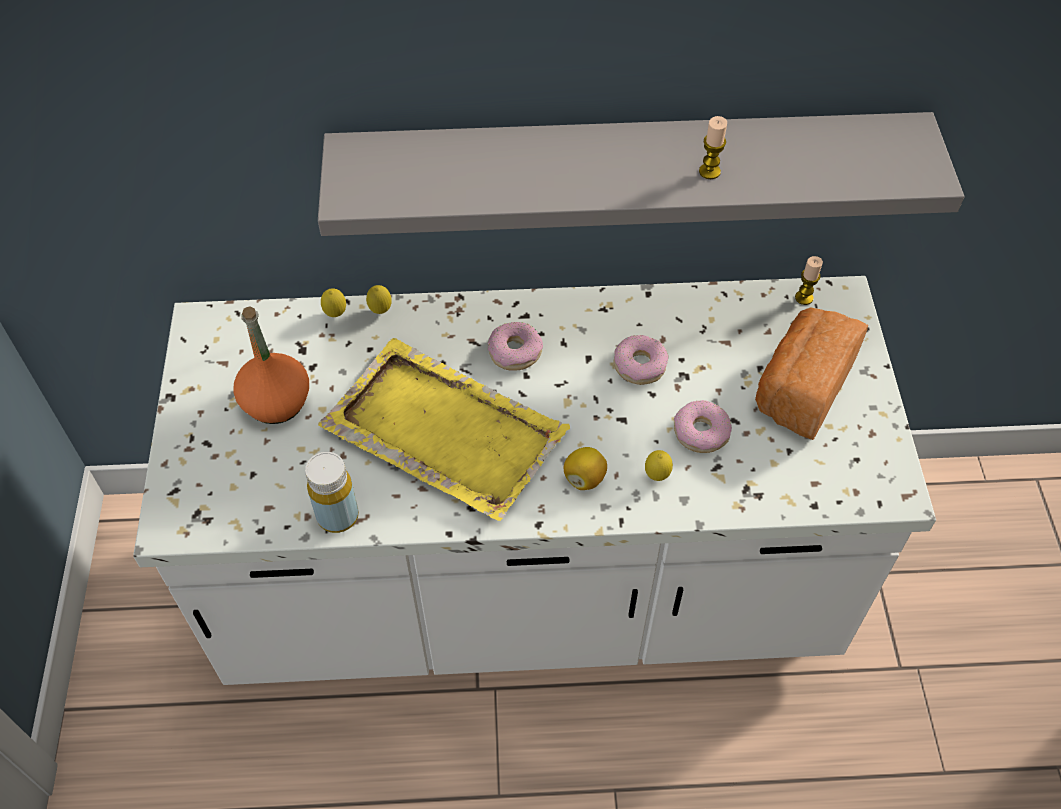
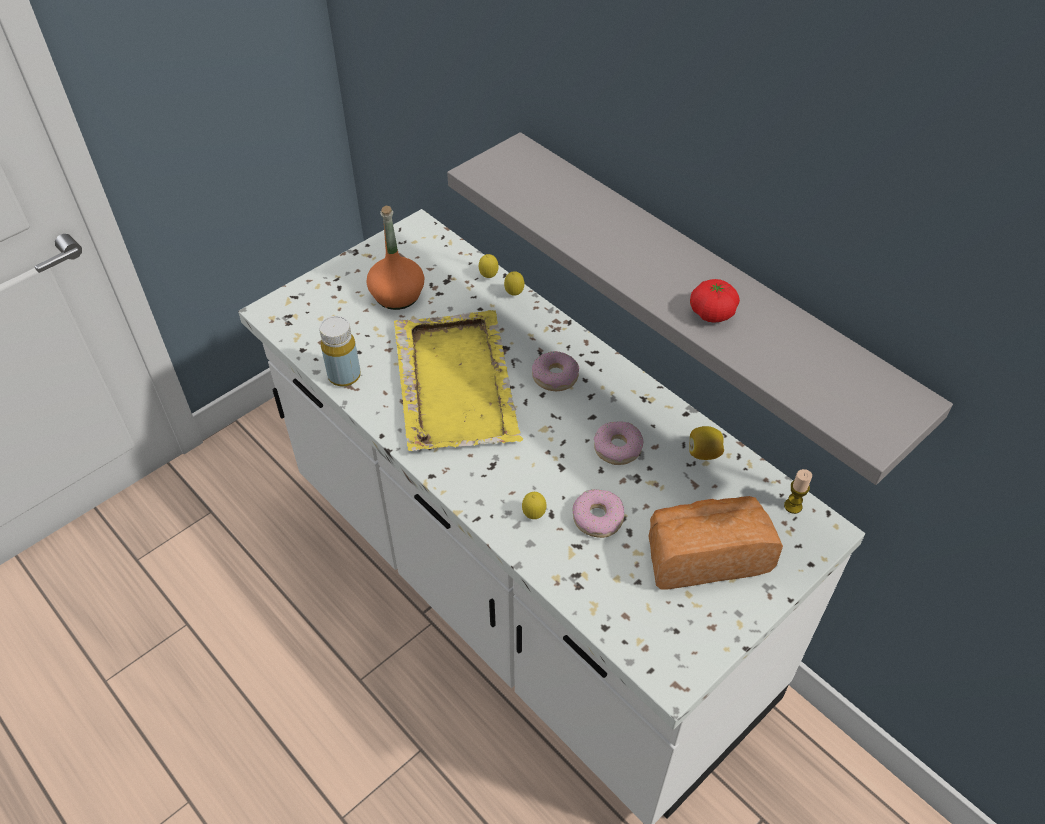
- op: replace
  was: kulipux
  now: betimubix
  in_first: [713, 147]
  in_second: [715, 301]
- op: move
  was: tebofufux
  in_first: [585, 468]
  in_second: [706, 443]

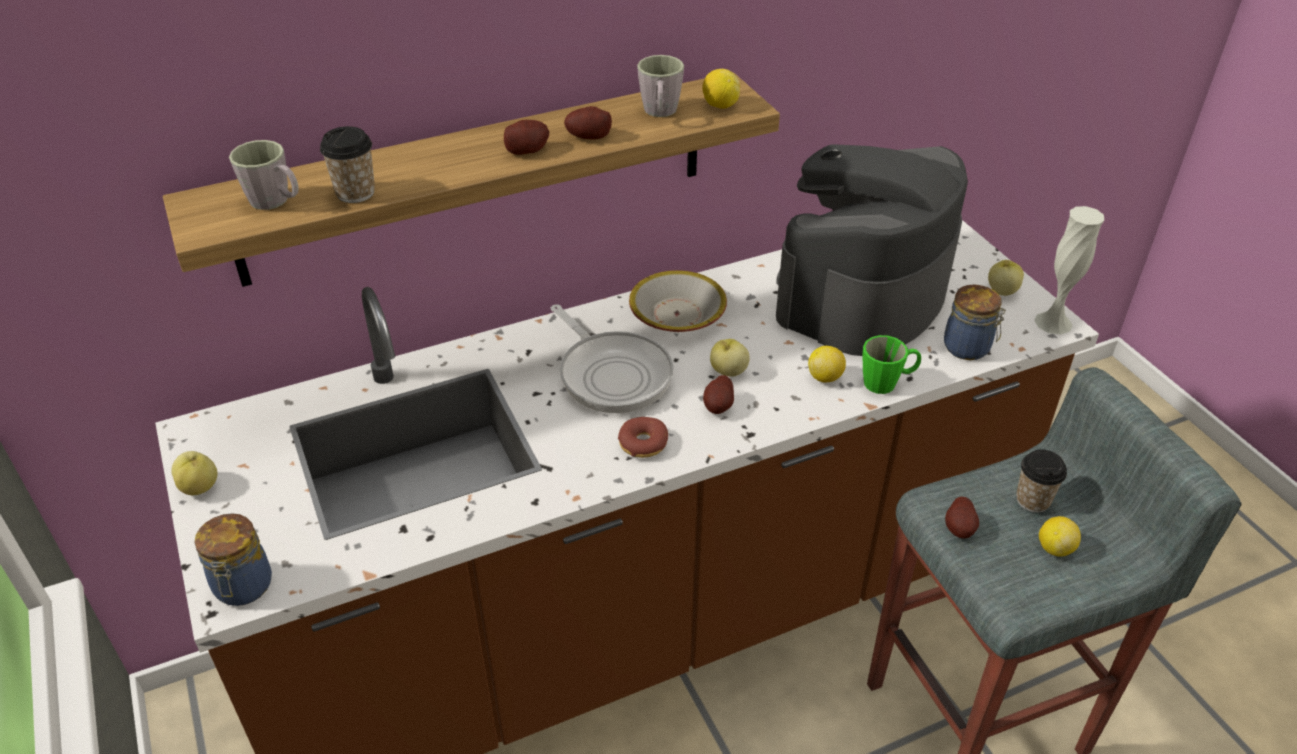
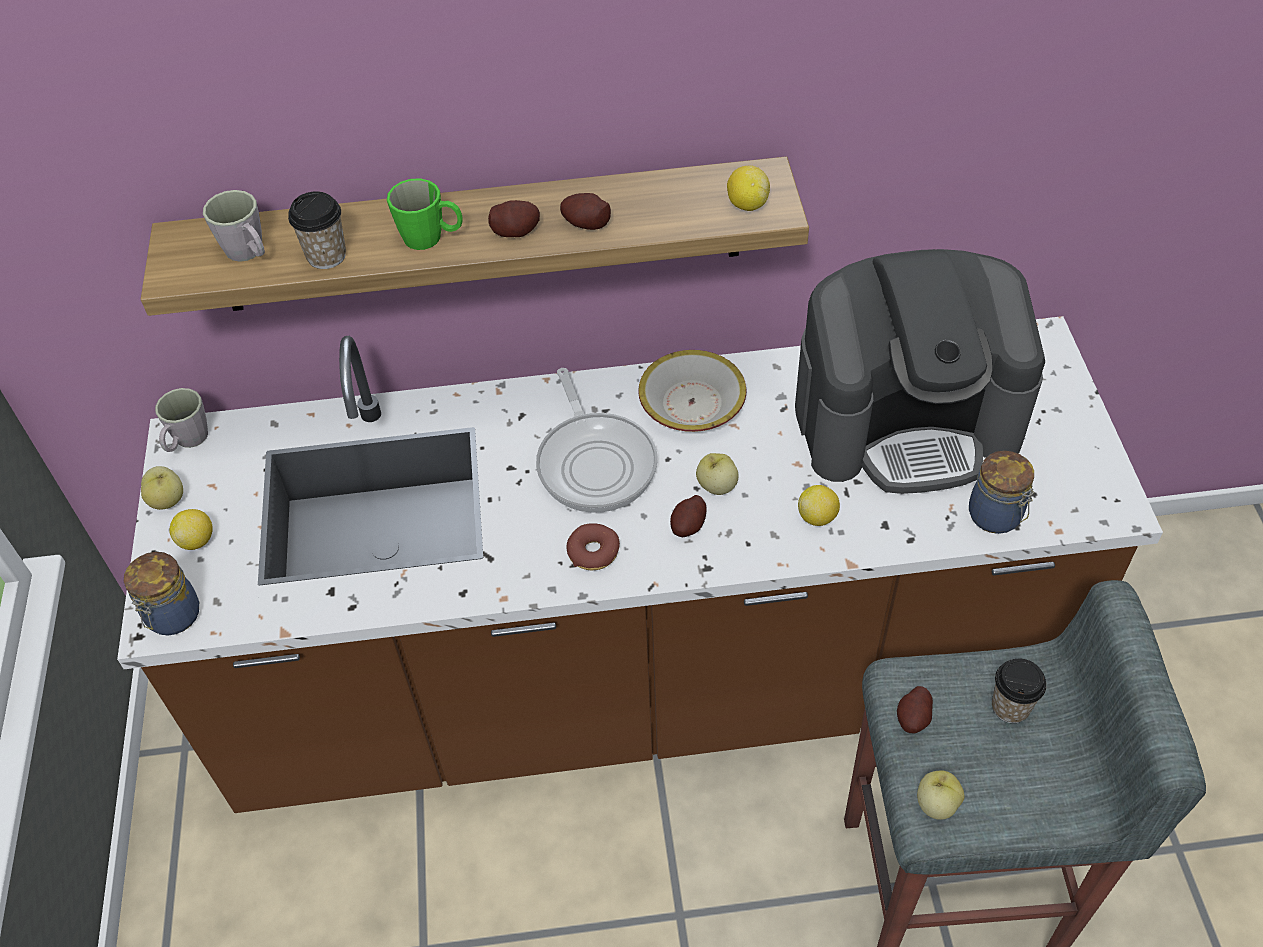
- op: move
  was: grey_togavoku
  in_first: [660, 86]
  in_second: [181, 420]
- op: rotate
  was: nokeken
  in_first: [872, 250]
  in_second: [920, 371]
  clockwise: -150
- op: delete
  was: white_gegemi
  in_first: [1069, 270]
- op: move
  was: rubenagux
  in_first: [1006, 278]
  in_second: [940, 795]
- op: move
  was: green_togavoku
  in_first: [892, 364]
  in_second: [425, 214]
- op: move
  was: tebofufux
  in_first: [1060, 536]
  in_second: [191, 529]

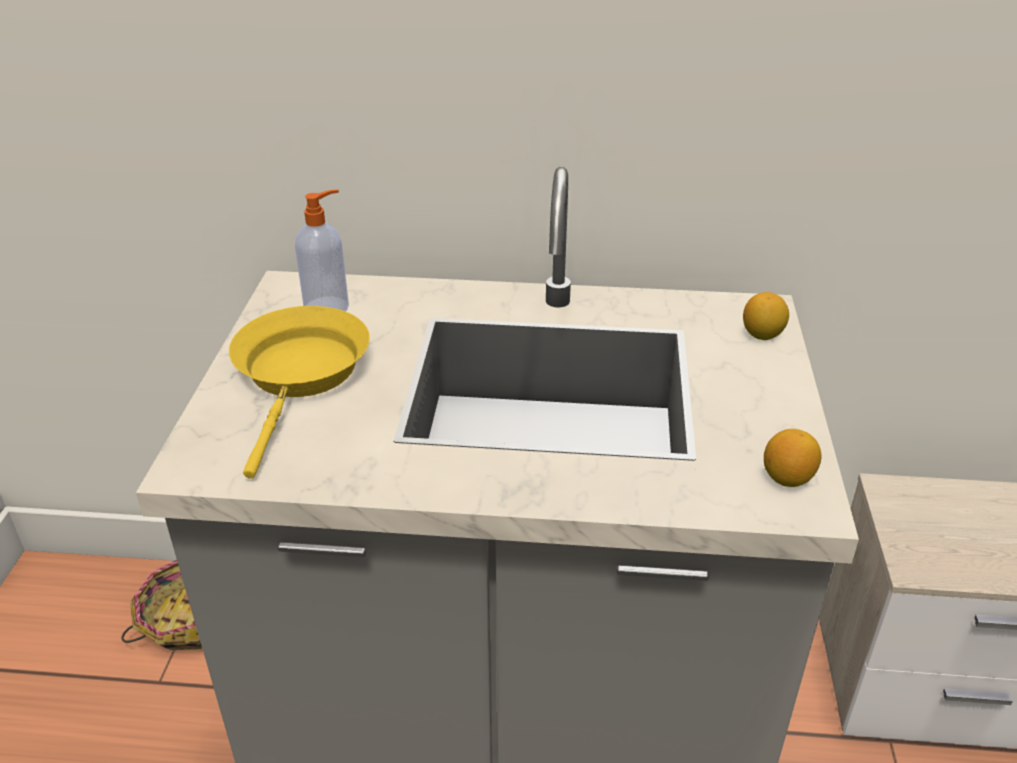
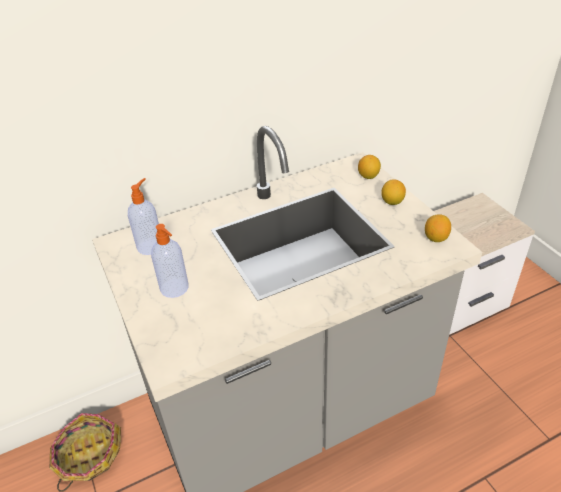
- op: replace
  was: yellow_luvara
  now: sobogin
  in_first: [299, 392]
  in_second: [170, 261]
- op: insert
  now: tebofufux
  in_second: [393, 192]

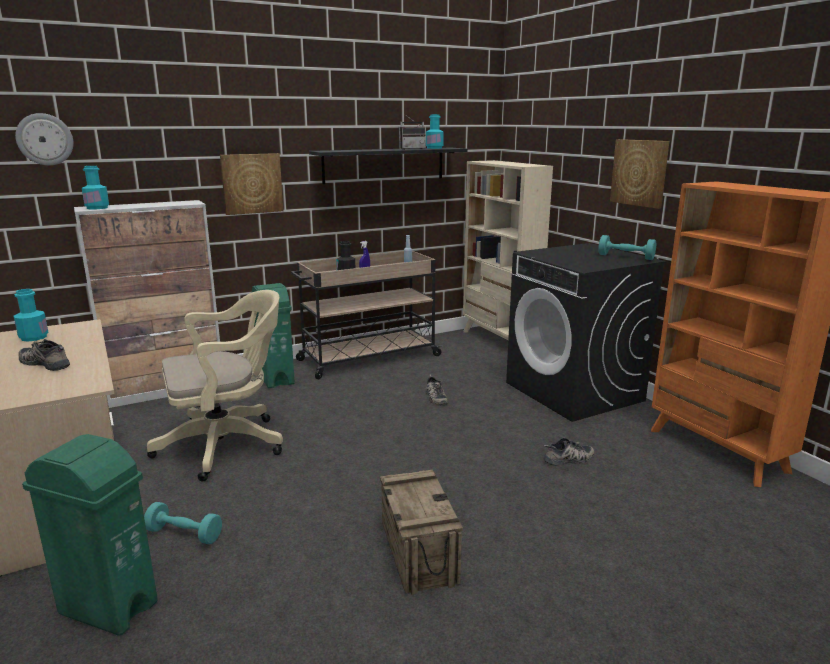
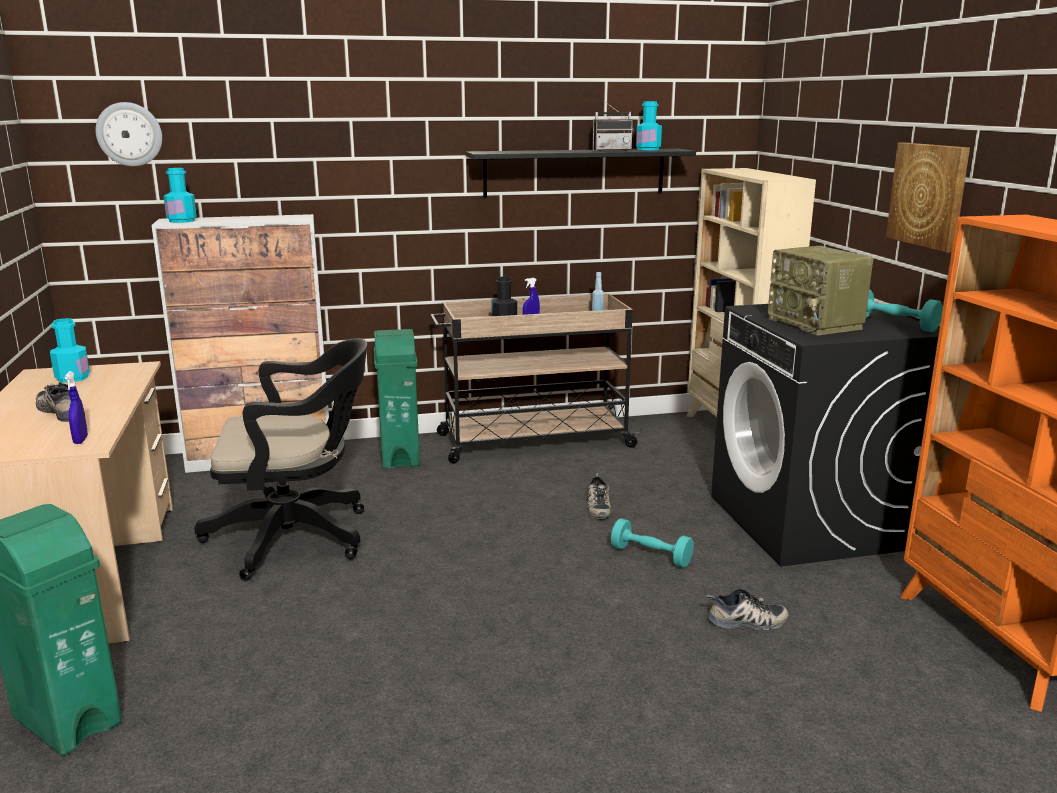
- op: delete
  was: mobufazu
  in_first: [251, 184]
- op: recolor
  was: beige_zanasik
  now: black_zanasik
  in_first: [215, 385]
  in_second: [281, 459]
- op: delete
  was: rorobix
  in_first: [421, 532]
- op: move
  was: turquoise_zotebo
  in_first: [183, 523]
  in_second: [652, 543]
- op: insert
  now: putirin
  in_second: [821, 291]
- op: insert
  now: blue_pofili
  in_second: [76, 407]

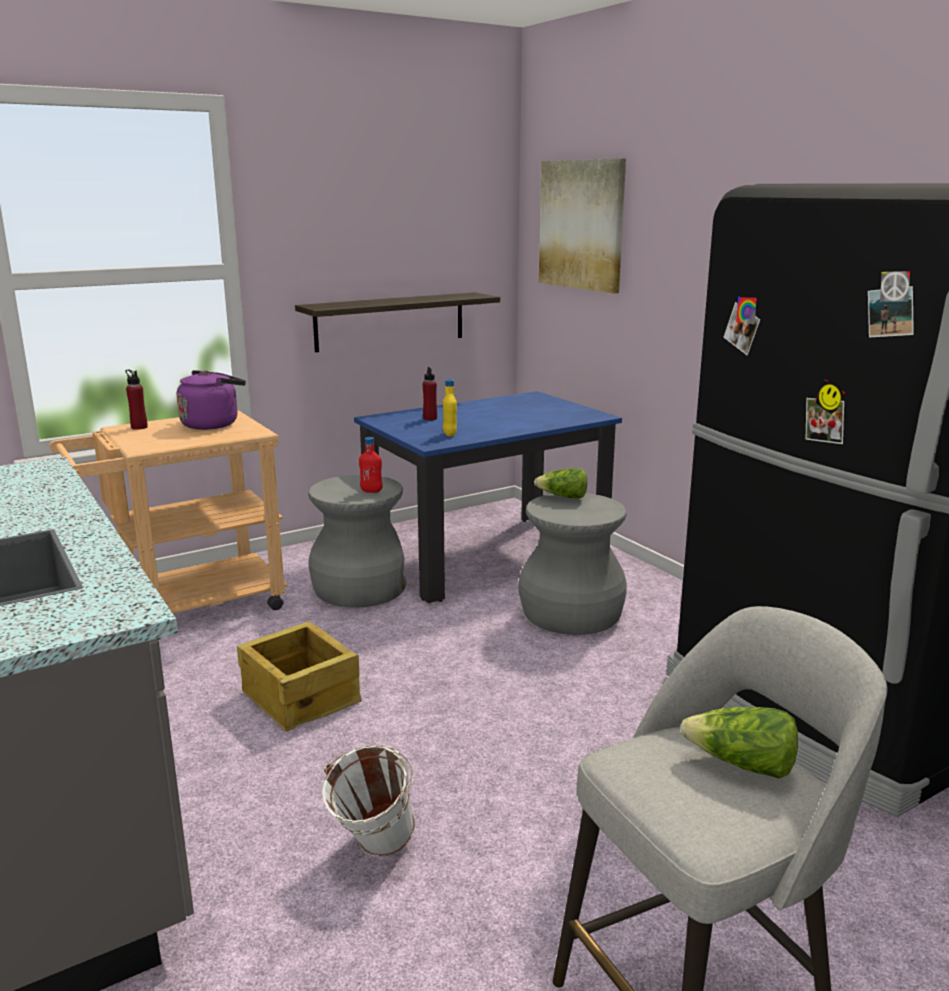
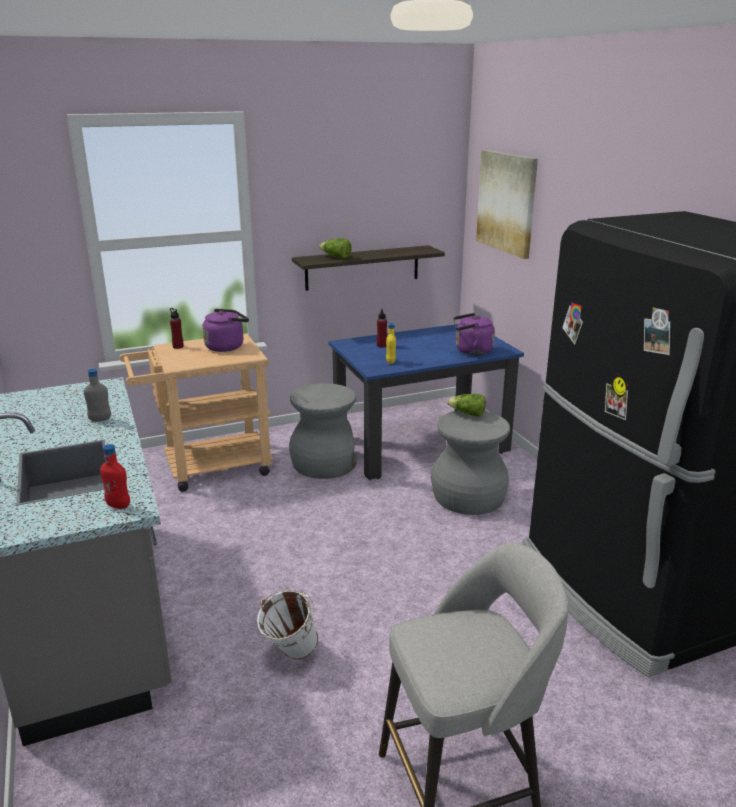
- op: move
  was: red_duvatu
  in_first: [371, 465]
  in_second: [115, 476]
- op: delete
  was: rorobix
  in_first: [299, 676]
- op: move
  was: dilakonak
  in_first: [739, 742]
  in_second: [335, 248]
- op: insert
  now: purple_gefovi
  in_second: [474, 334]
- op: insert
  now: grey_duvatu
  in_second: [97, 395]

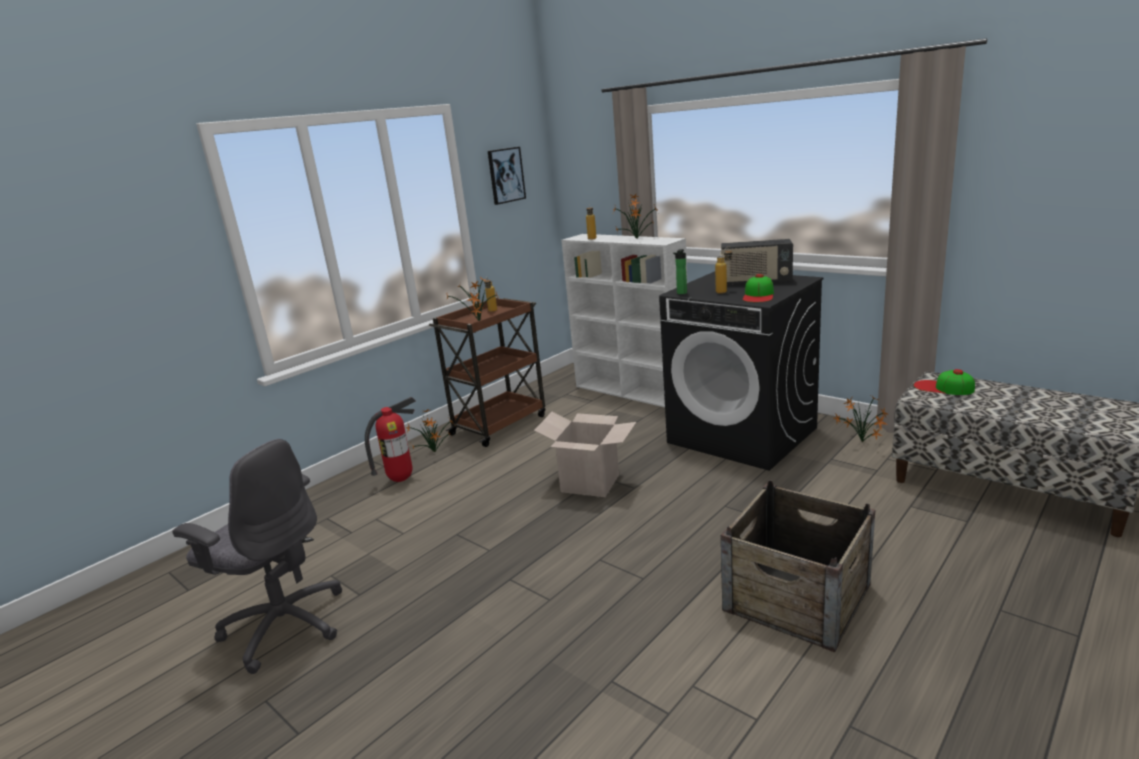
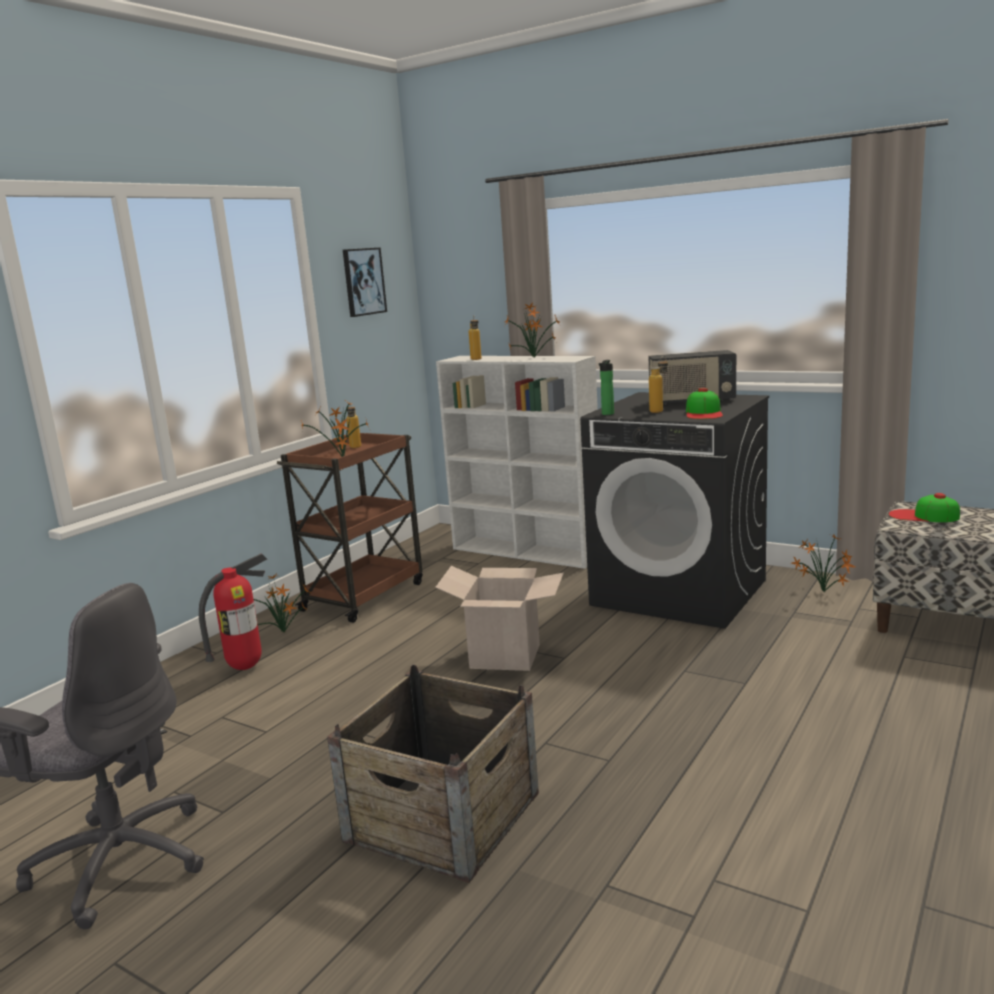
- op: move
  was: rorobix
  in_first: [798, 566]
  in_second: [433, 774]

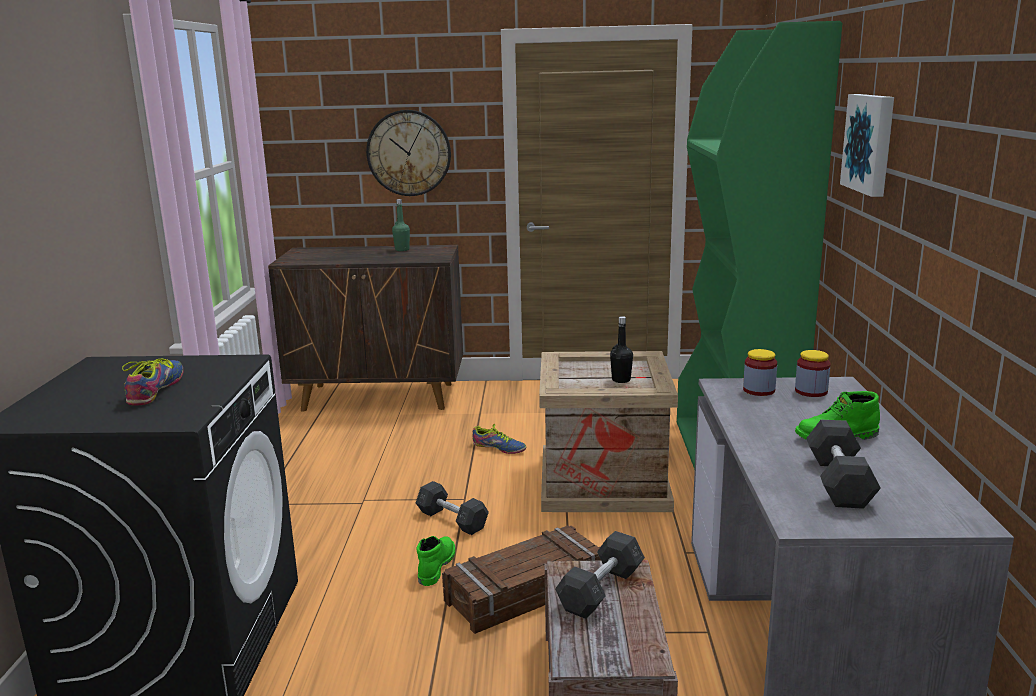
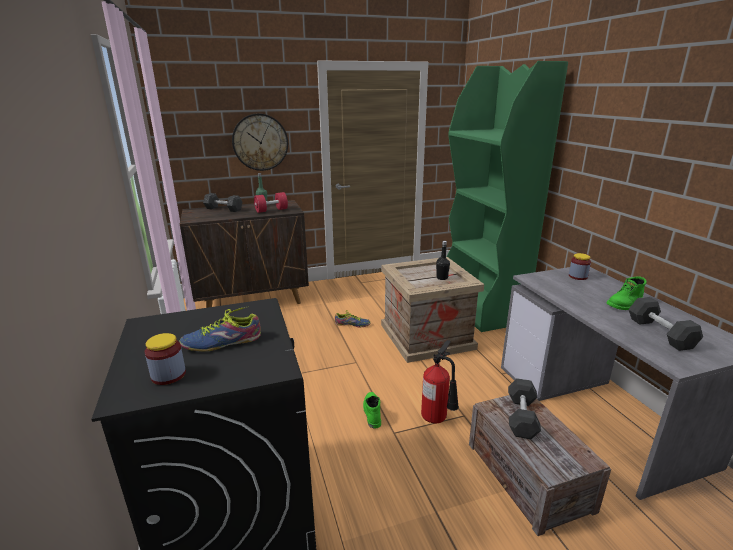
- op: delete
  was: mobufazu
  in_first: [867, 145]
- op: move
  was: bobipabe
  in_first: [760, 372]
  in_second: [165, 359]
- op: rotate
  was: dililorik
  in_first: [153, 382]
  in_second: [220, 328]
  clockwise: -90
- op: move
  was: grey_zotebo
  in_first: [452, 508]
  in_second: [222, 202]
- op: replace
  was: rorobix
  now: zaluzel
  in_first: [521, 580]
  in_second: [440, 381]
- op: insert
  now: red_zotebo
  in_second: [271, 202]

